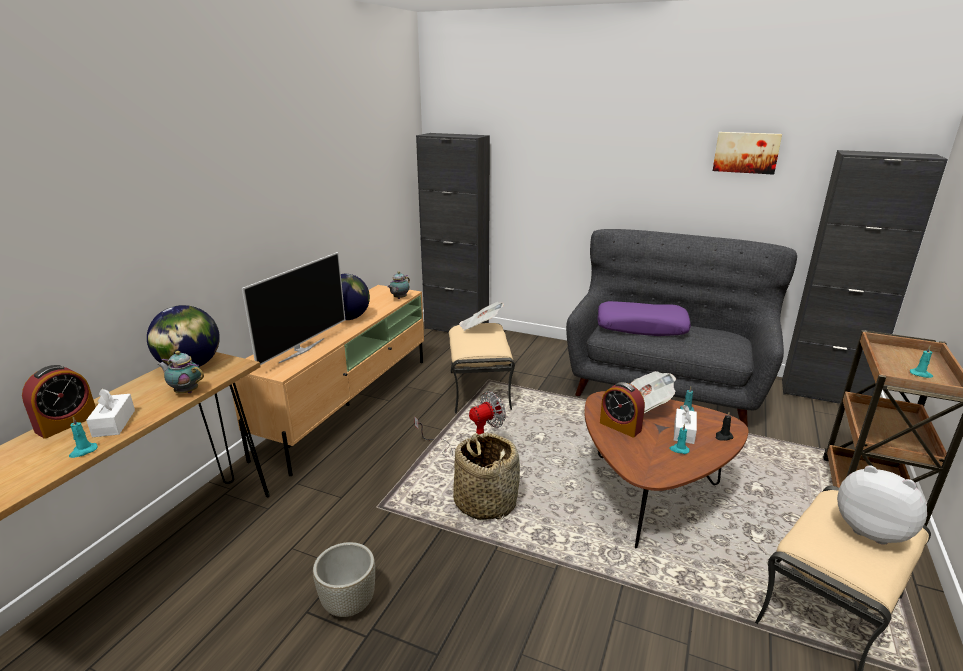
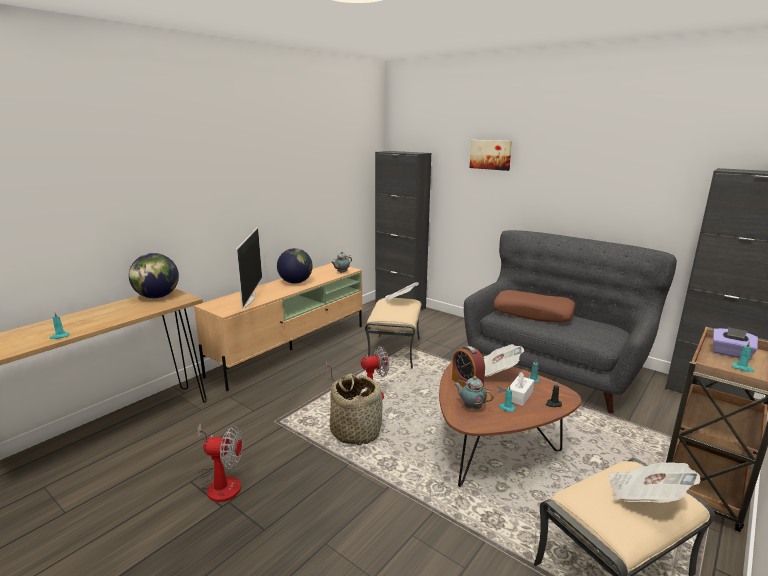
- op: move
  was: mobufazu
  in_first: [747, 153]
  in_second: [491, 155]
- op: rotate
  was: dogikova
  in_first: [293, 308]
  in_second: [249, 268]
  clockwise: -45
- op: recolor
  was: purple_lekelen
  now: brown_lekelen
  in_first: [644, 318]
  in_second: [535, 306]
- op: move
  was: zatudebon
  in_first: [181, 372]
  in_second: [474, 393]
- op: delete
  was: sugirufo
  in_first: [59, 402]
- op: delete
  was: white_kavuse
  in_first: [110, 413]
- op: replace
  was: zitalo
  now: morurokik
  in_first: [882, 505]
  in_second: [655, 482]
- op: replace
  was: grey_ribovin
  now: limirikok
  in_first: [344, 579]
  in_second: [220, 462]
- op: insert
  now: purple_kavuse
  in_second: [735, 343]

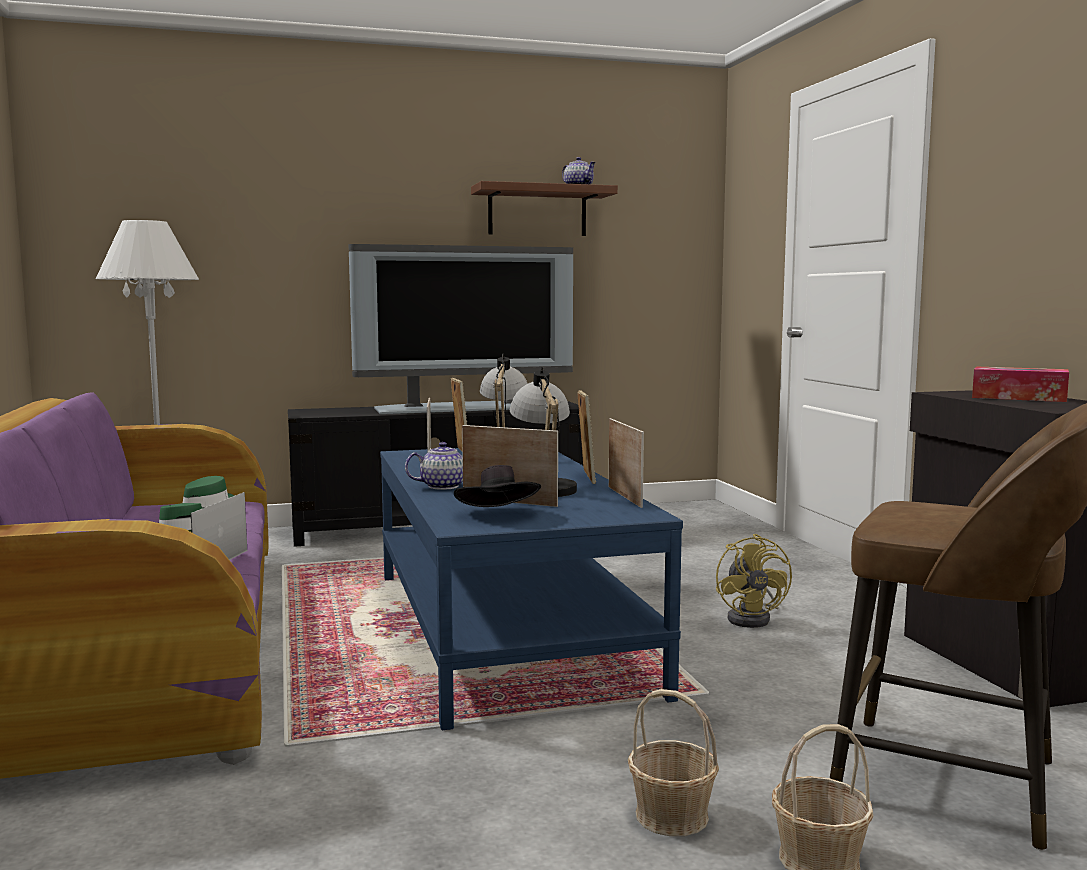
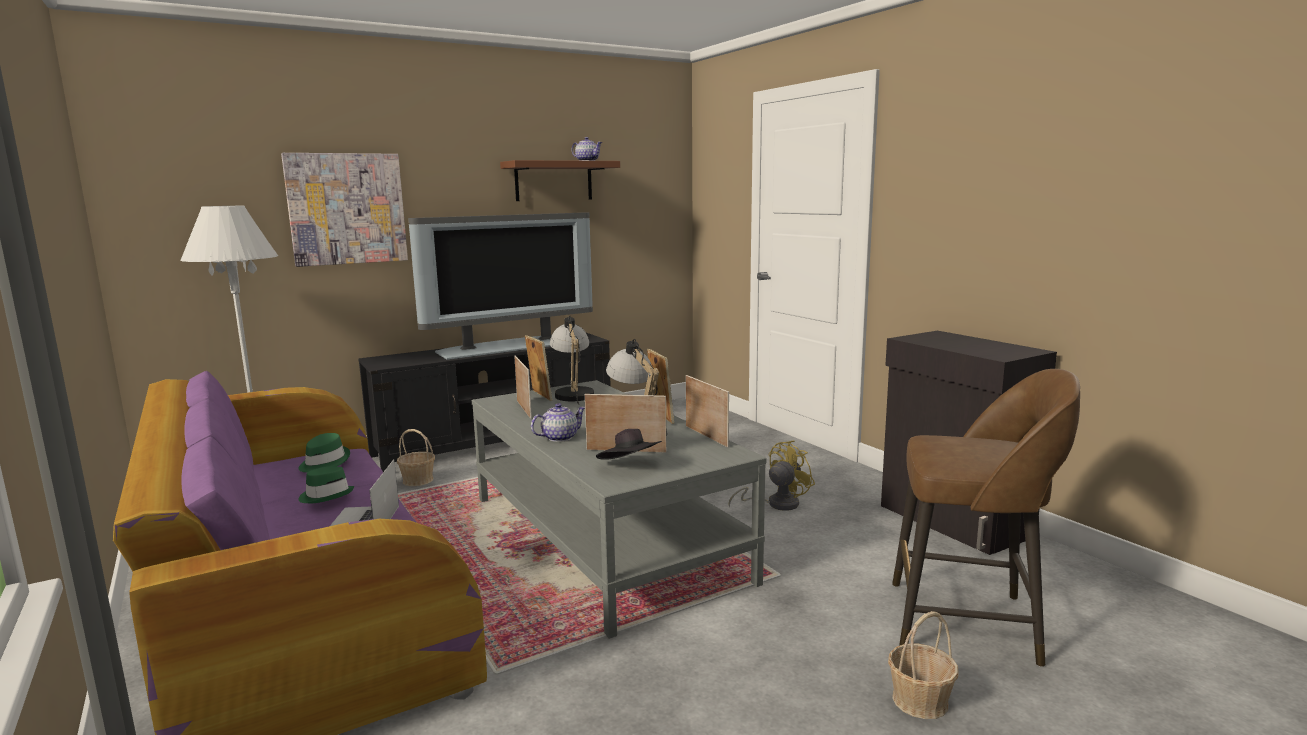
- op: delete
  was: kavuse
  in_first: [1020, 384]
- op: recolor
  was: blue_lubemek
  now: grey_lubemek
  in_first: [531, 589]
  in_second: [619, 509]
- op: rotate
  was: yellow_limirikok
  in_first: [754, 581]
  in_second: [771, 475]
  clockwise: -105
- op: move
  was: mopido
  in_first: [673, 762]
  in_second: [416, 457]
- op: insert
  now: mobufazu
  in_second: [344, 210]

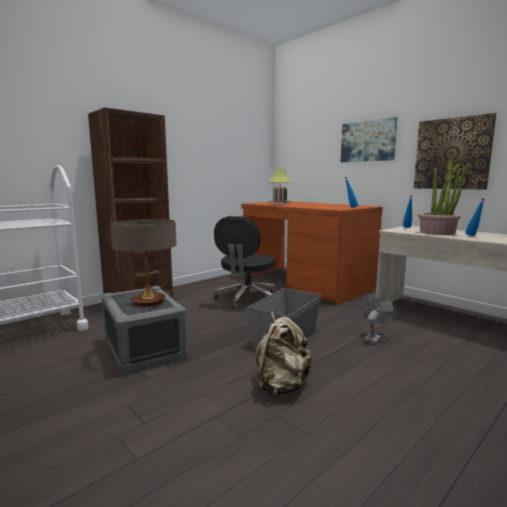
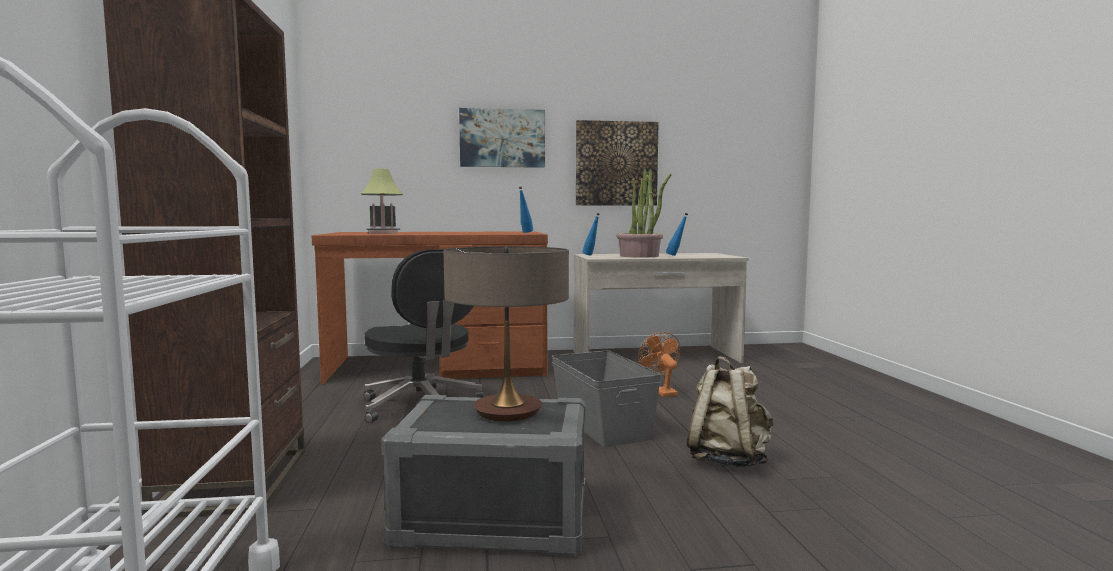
- op: recolor
  was: grey_limirikok
  now: orange_limirikok
  in_first: [378, 318]
  in_second: [659, 364]

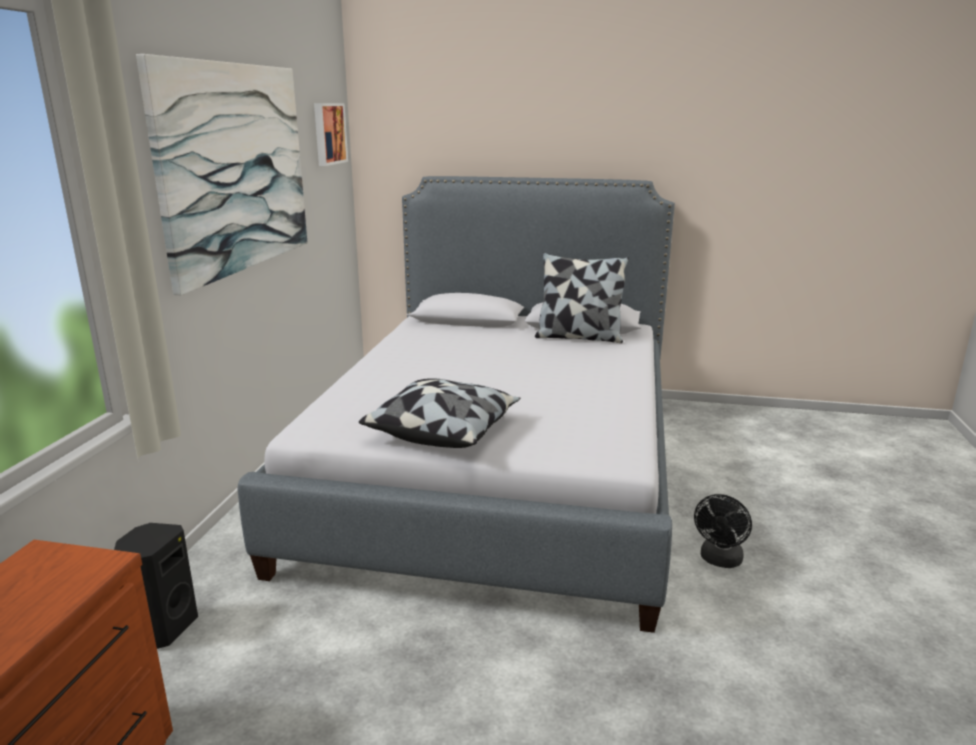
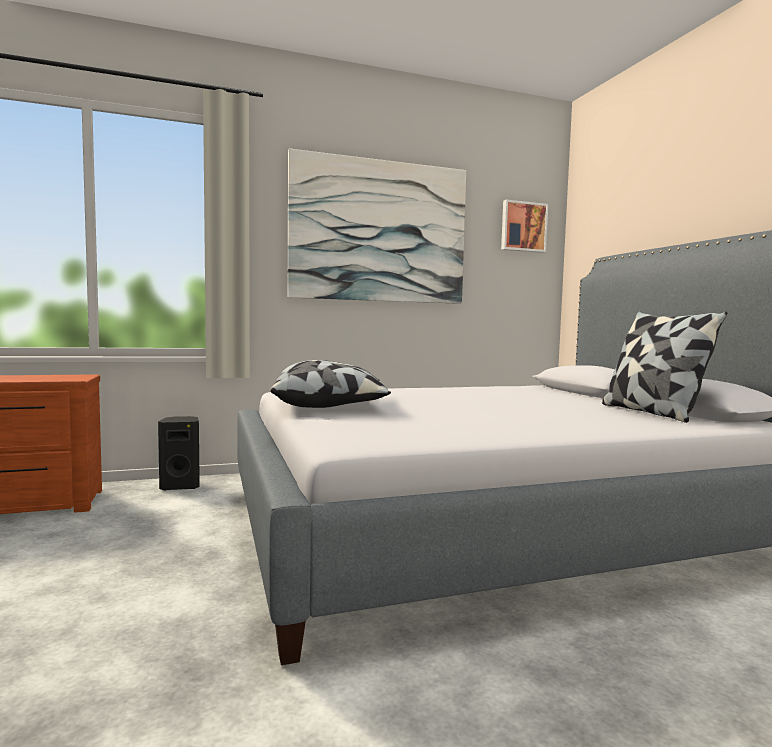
- op: delete
  was: black_limirikok
  in_first: [723, 531]

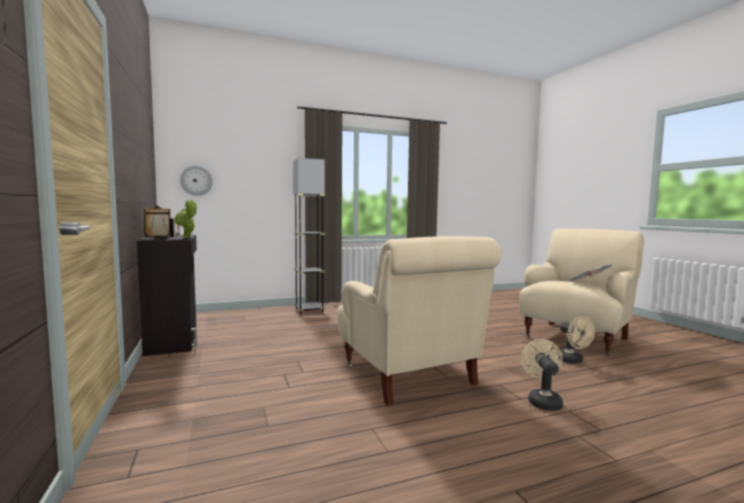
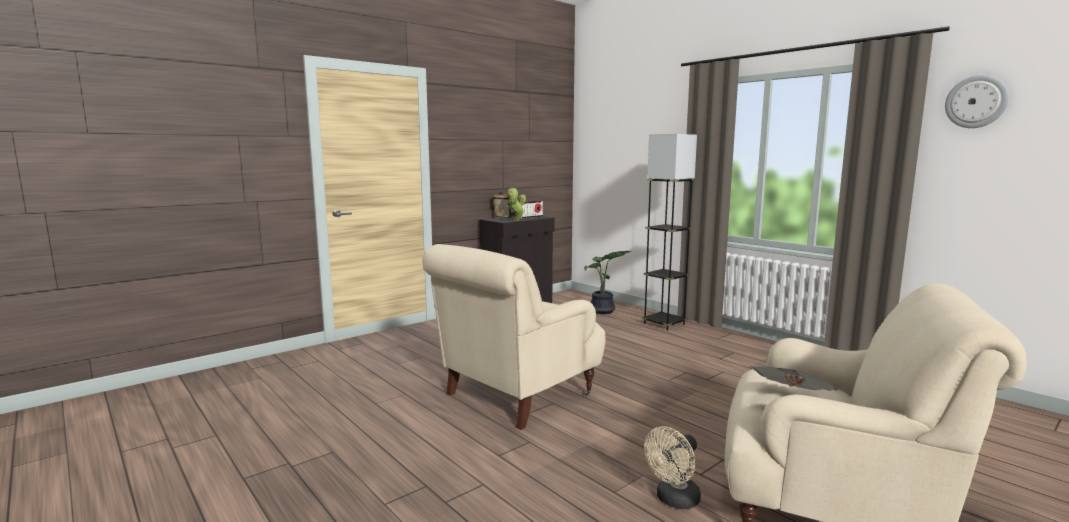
- op: move
  was: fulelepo
  in_first: [196, 181]
  in_second: [977, 101]
- op: delete
  was: beige_limirikok
  in_first: [542, 375]
- op: insert
  now: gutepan
  in_second: [607, 282]

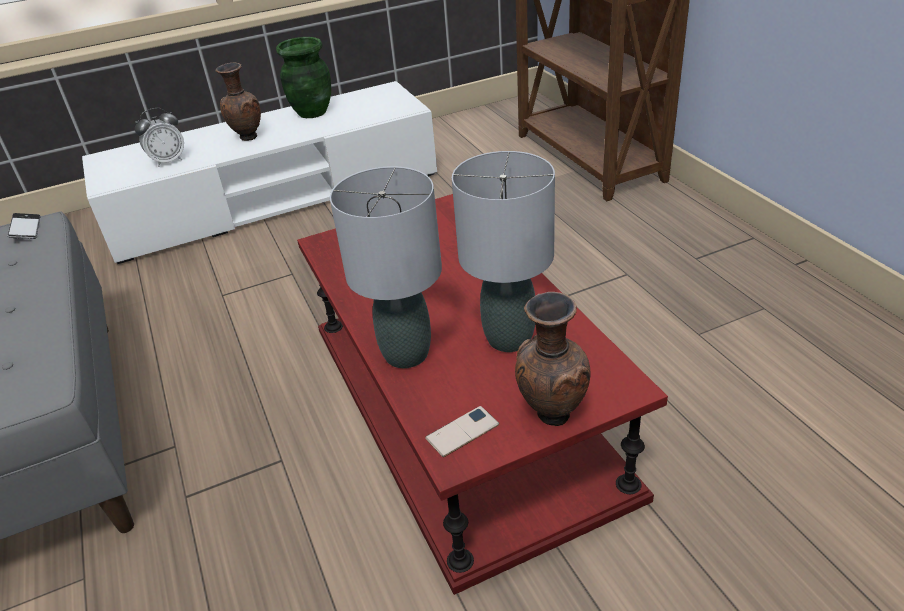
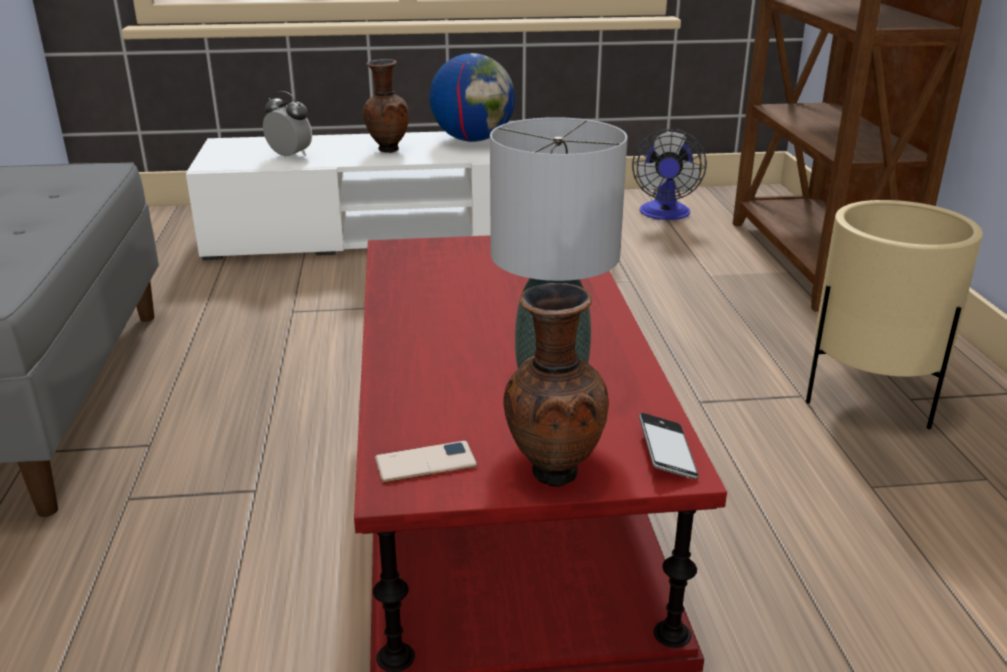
- op: replace
  was: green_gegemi
  now: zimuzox
  in_first: [303, 77]
  in_second: [472, 97]
- op: rotate
  was: sugirufo
  in_first: [159, 137]
  in_second: [287, 124]
  clockwise: -135
- op: delete
  was: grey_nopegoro
  in_first: [386, 267]
- op: move
  was: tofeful
  in_first: [23, 226]
  in_second: [669, 446]
- op: insert
  now: limirikok
  in_second: [669, 174]
- op: insert
  now: beige_ribovin
  in_second: [894, 315]

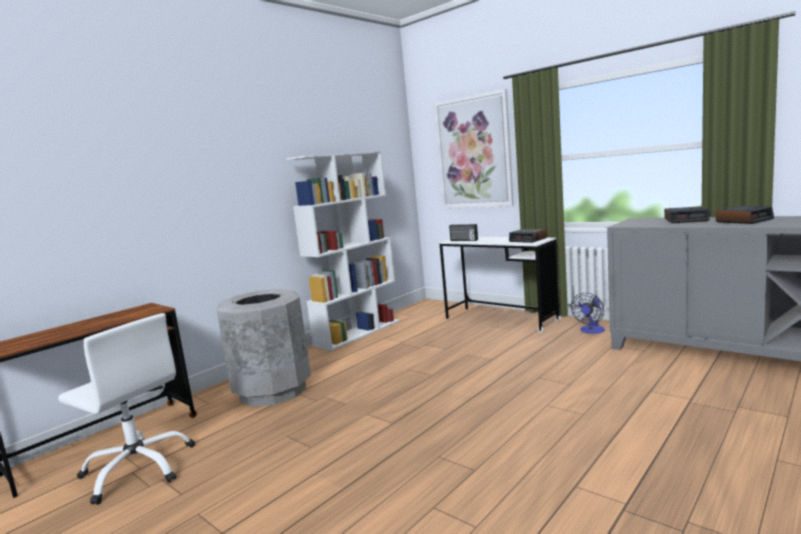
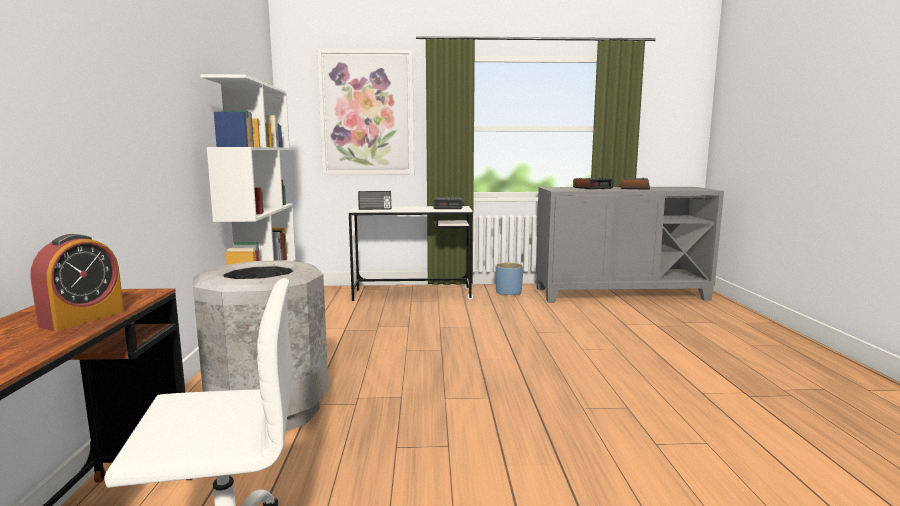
- op: replace
  was: limirikok
  now: blue_ribovin
  in_first: [588, 313]
  in_second: [509, 279]
- op: insert
  now: sugirufo
  in_second: [77, 282]

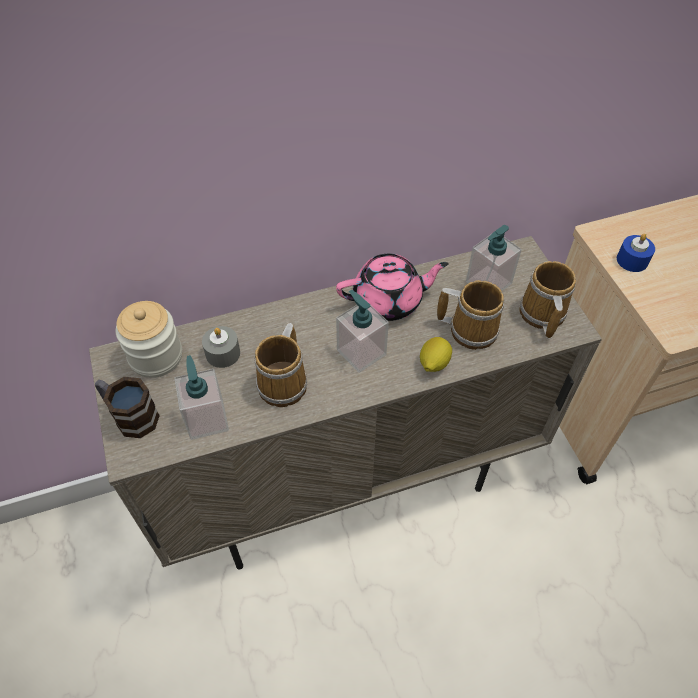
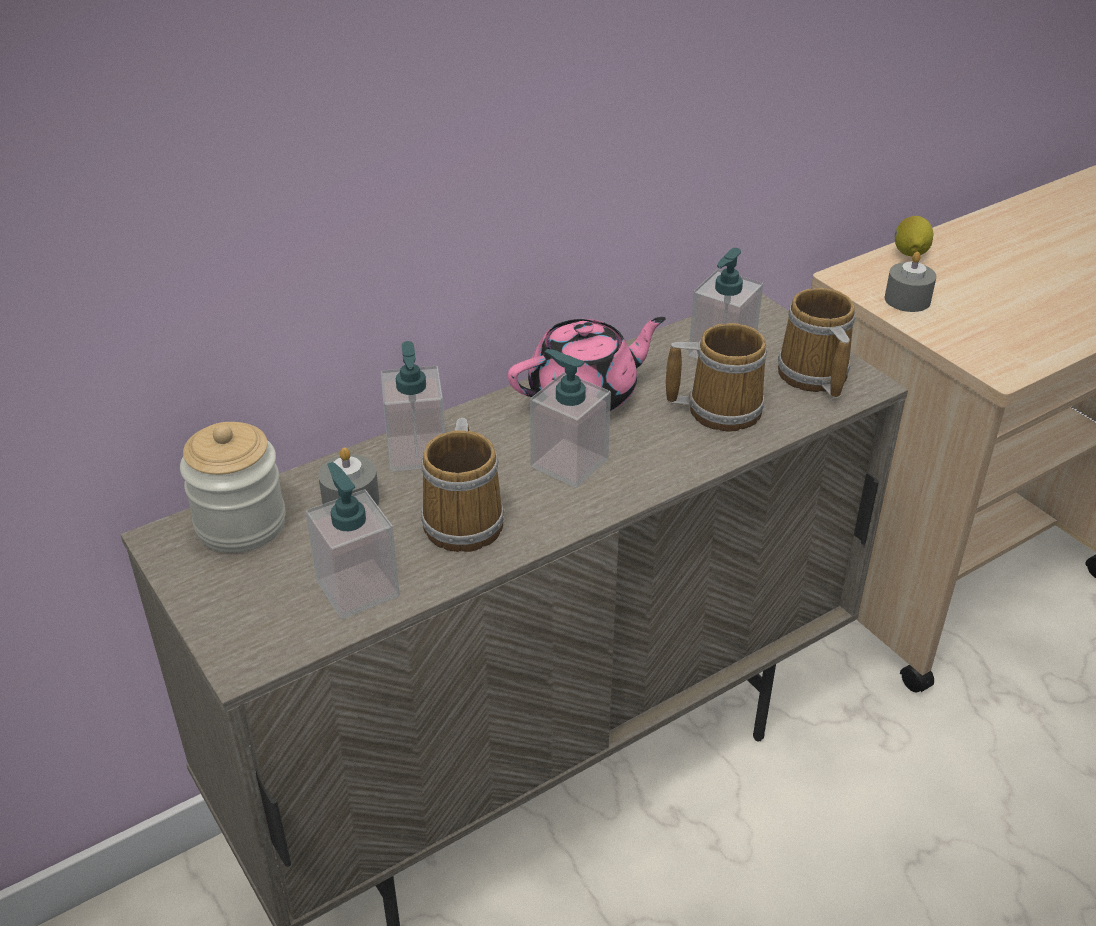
- op: recolor
  was: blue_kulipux
  now: grey_kulipux
  in_first: [636, 252]
  in_second: [910, 281]
- op: move
  was: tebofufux
  in_first: [436, 354]
  in_second: [914, 236]
- op: delete
  was: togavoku
  in_first: [127, 407]
- op: insert
  now: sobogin
  in_second: [413, 406]

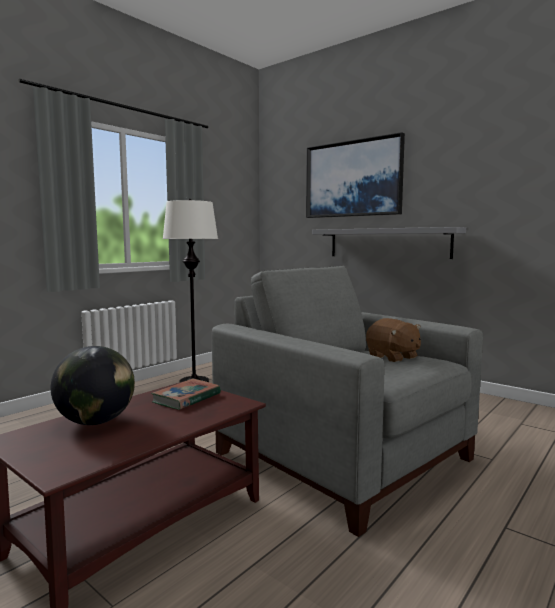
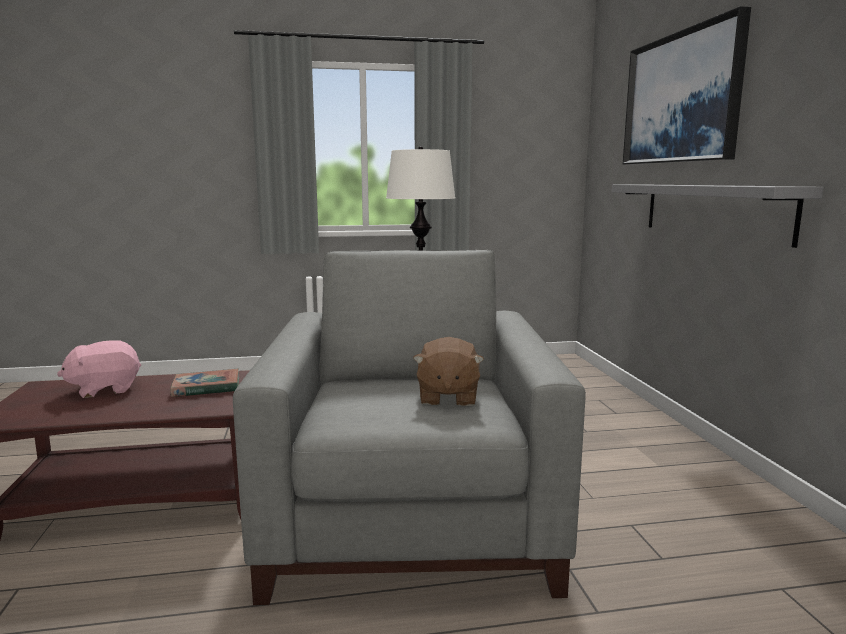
- op: replace
  was: zimuzox
  now: pink_zitalo
  in_first: [93, 385]
  in_second: [99, 369]

